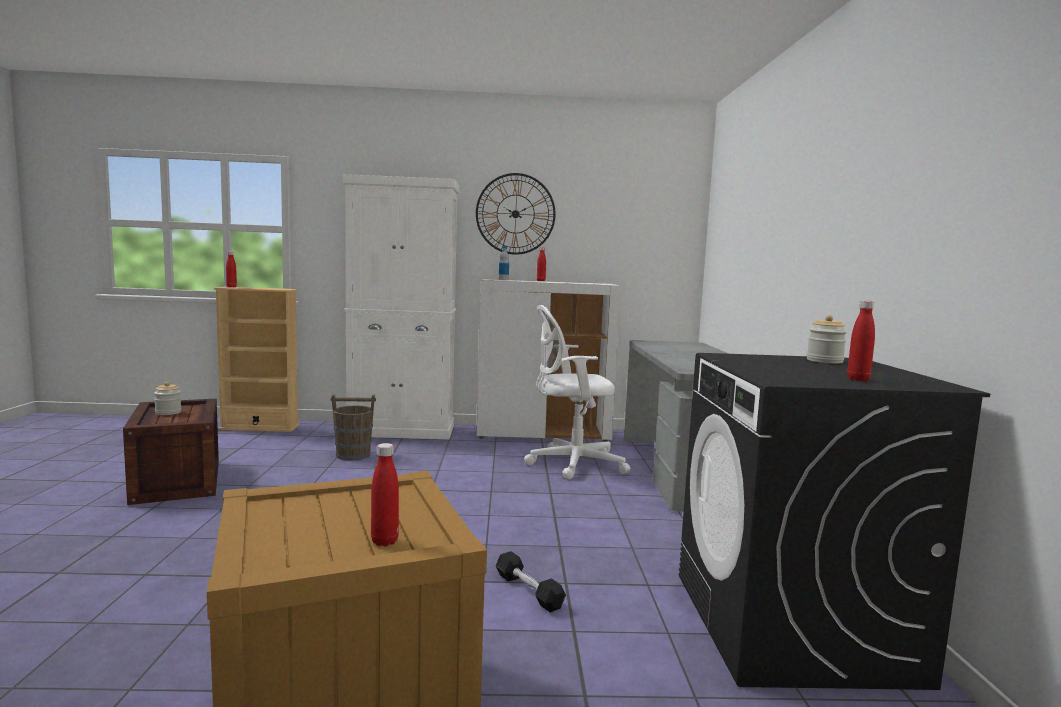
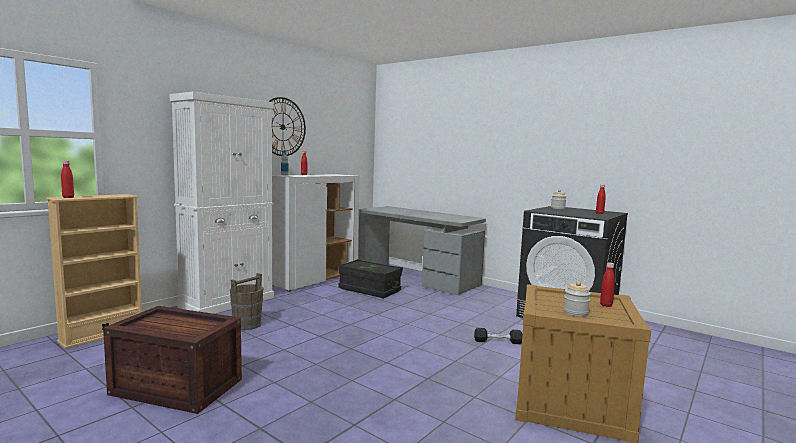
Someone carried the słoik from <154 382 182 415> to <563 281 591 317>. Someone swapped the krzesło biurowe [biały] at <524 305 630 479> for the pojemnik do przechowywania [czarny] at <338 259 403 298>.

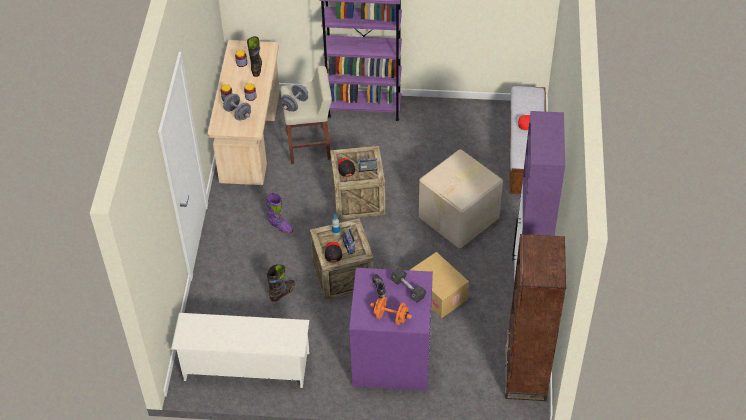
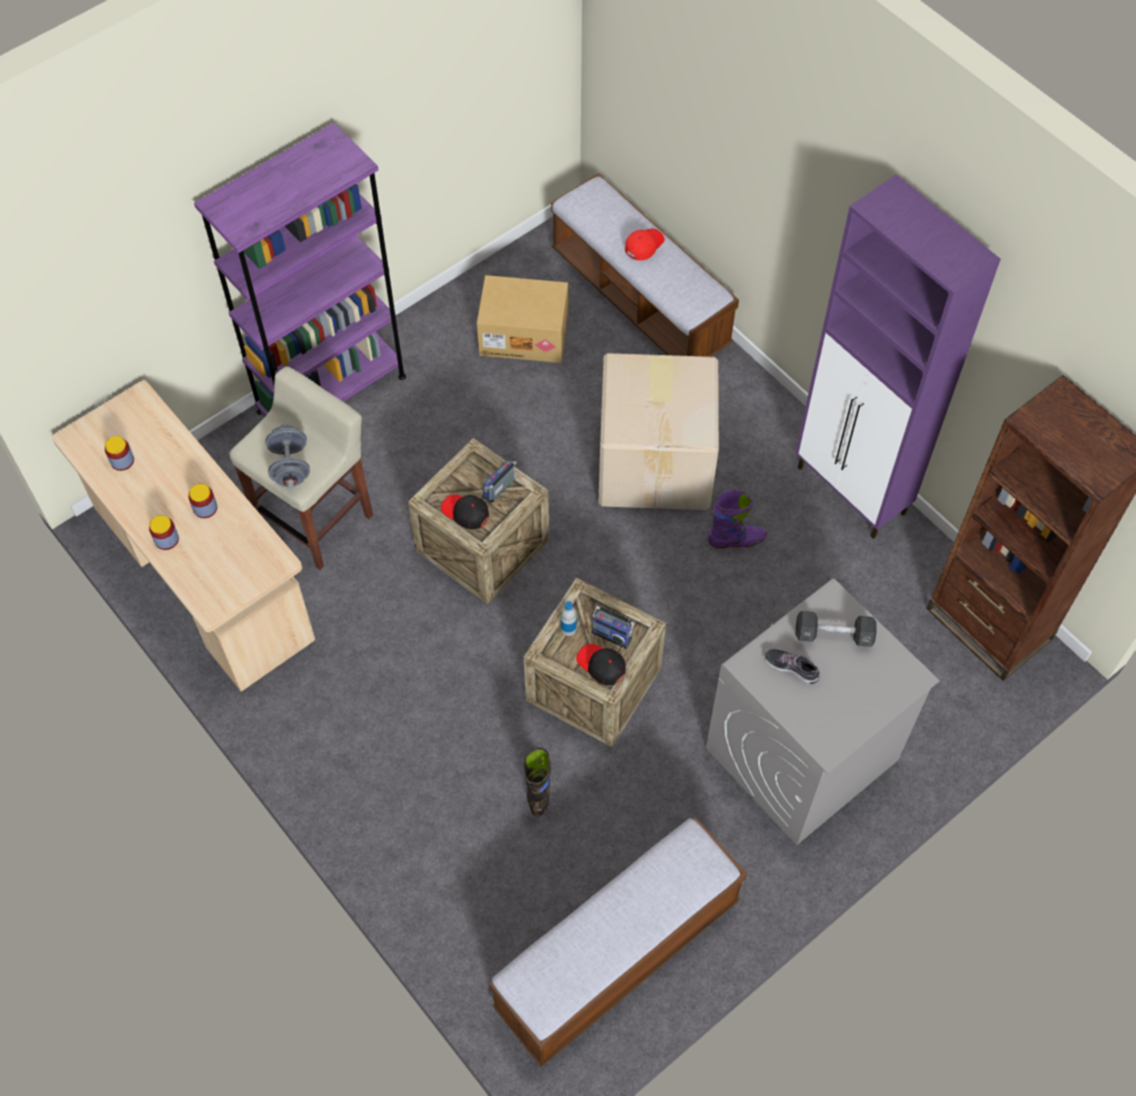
Someone swapped the regał na buty [biały] at <171 313 309 388> for the ławka at <489 817 747 1067>. Someone took away the hantel [szary] at <223 94 251 121>. Someone took away the but z cholewką [czarny] at <247 36 262 77>. Someone carried the but z cholewką [fioletowy] from <266 192 294 234> to <708 490 767 548>. Someone repainted the pralka [fioletowy] at <349 268 433 391>, which became the pralka [szary] at <706 578 940 845>. Someone took away the hantel [pomarańczowy] at <370 296 412 325>. Someone carried the karton from <410 252 469 318> to <477 275 568 363>.

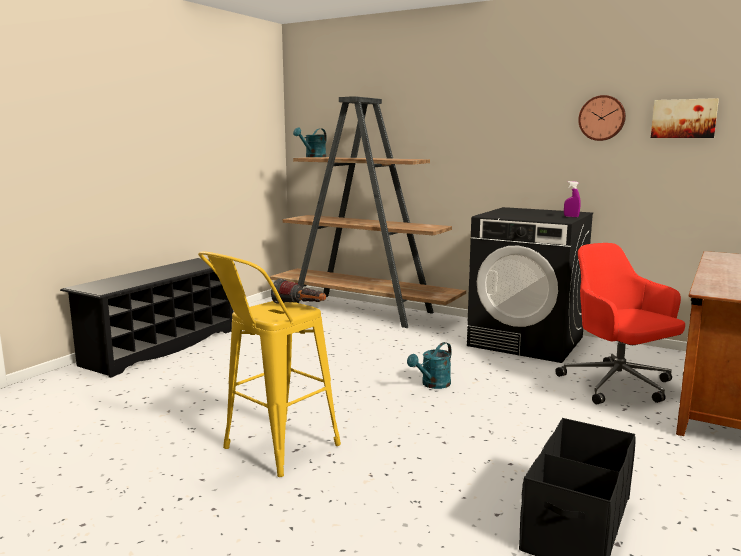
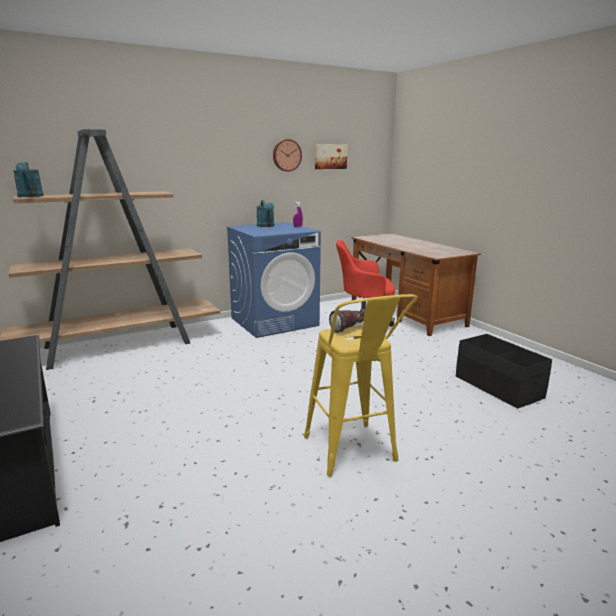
Someone carried the konewka [turkusowy] from <407 342 452 389> to <256 200 274 227>. Someone repainted the pralka [czarny] at <467 207 593 363>, which became the pralka [niebieski] at <226 222 321 338>.

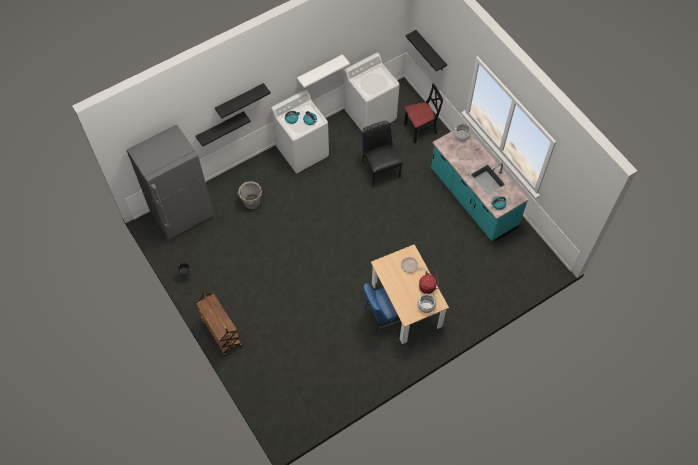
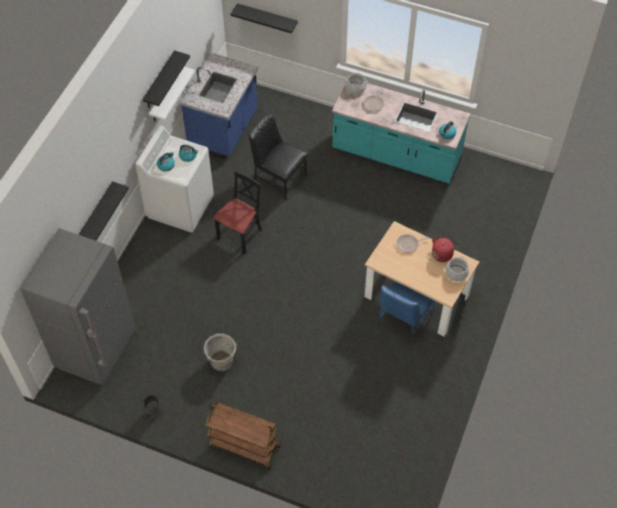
Someone carried the półka [czarny] from <215 83 271 119> to <142 50 190 108>. Someone carried the wiadro [szary] from <237 181 262 209> to <204 334 237 372>. Someone swapped the pralka [biały] at <344 52 400 132> for the zabudowa kuchenna [niebieski] at <181 53 258 159>. Someone carried the krzesło [czarny] from <404 83 443 143> to <213 171 262 255>.

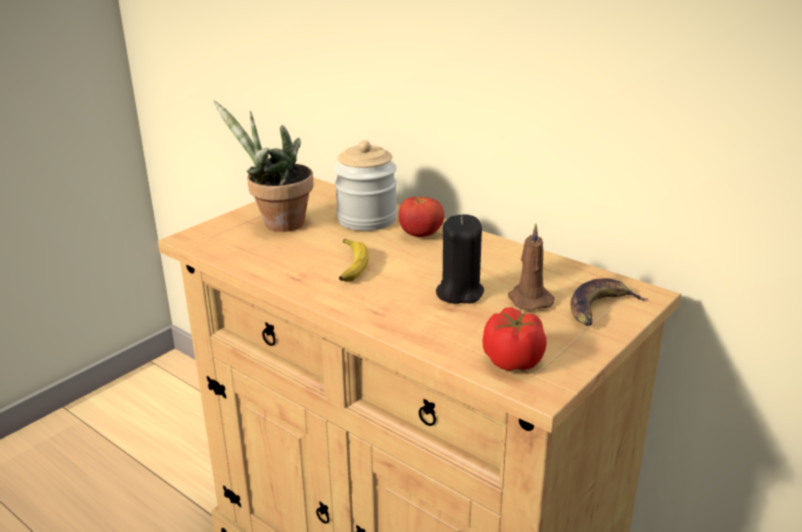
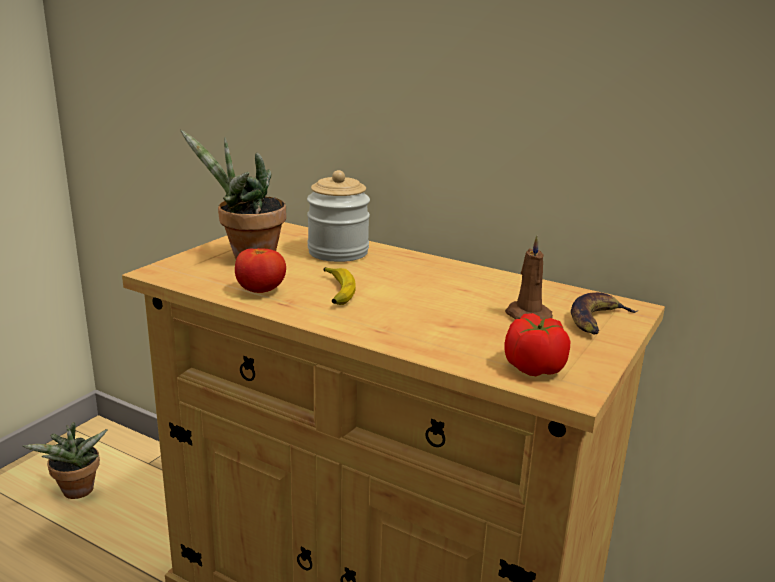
Someone carried the pomidor from <399 197 444 237> to <235 248 286 293>. Someone took away the świeca [czarny] at <436 214 484 304>. Someone put down the roślina doniczkowa at <23 422 108 499>.

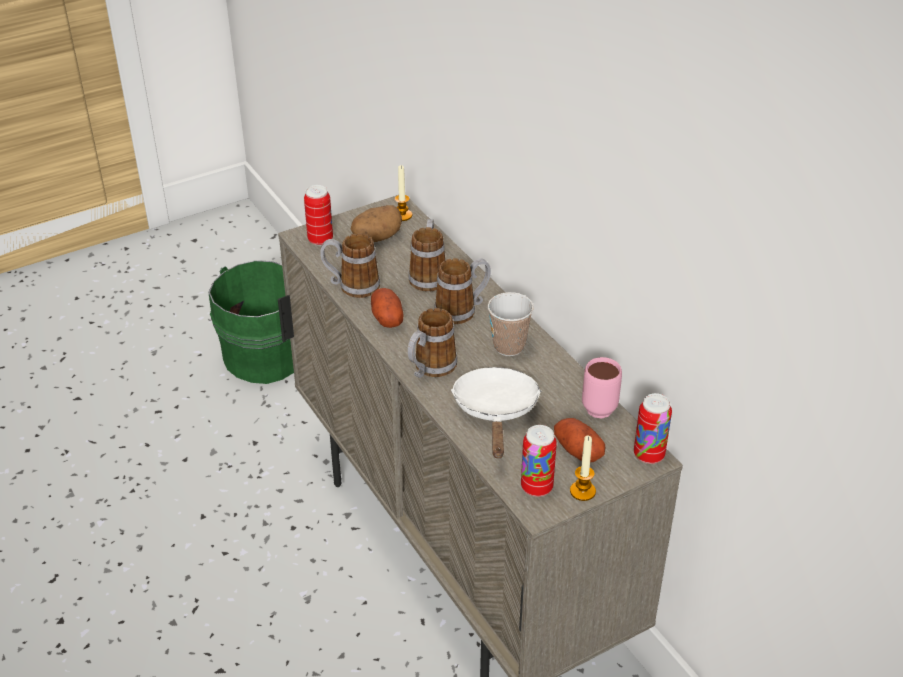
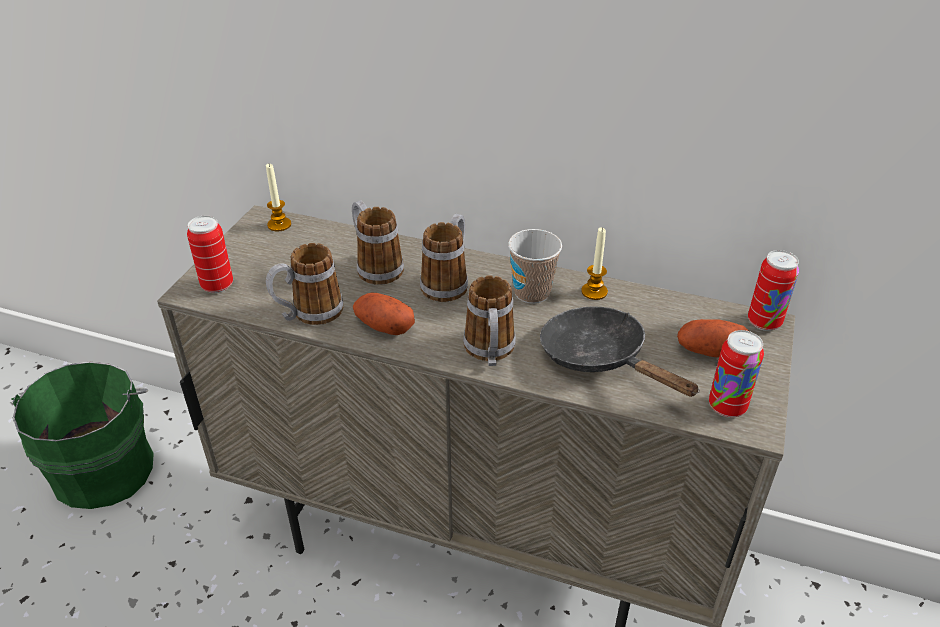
Someone took away the ziemniak at <351 205 402 242>. Someone repainted the patelnia [biały] at <451 367 541 458>, which became the patelnia [czarny] at <540 306 700 397>. Someone carried the świeca from <570 436 596 501> to <581 227 608 300>. Someone took away the kubek [różowy] at <582 357 622 418>.

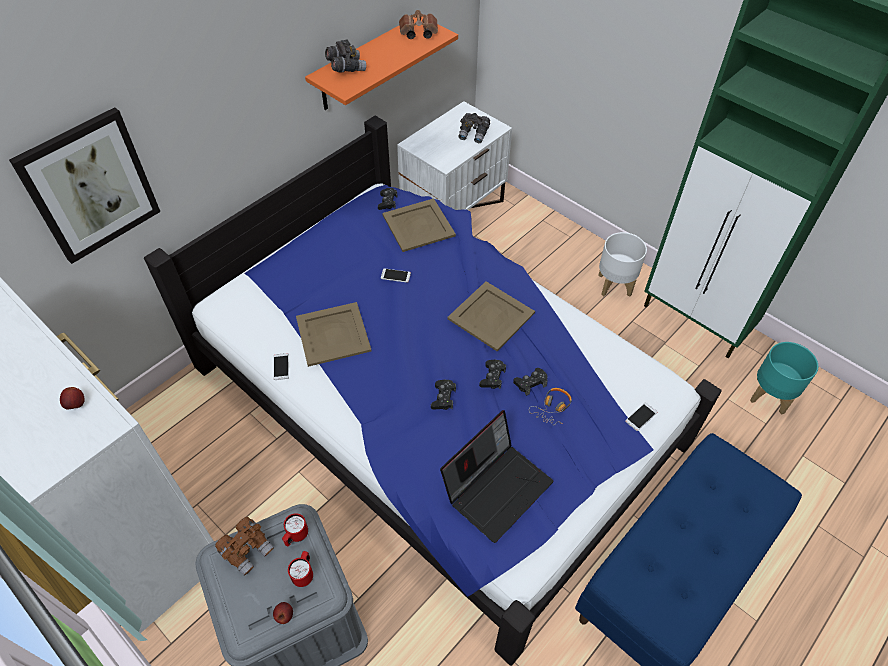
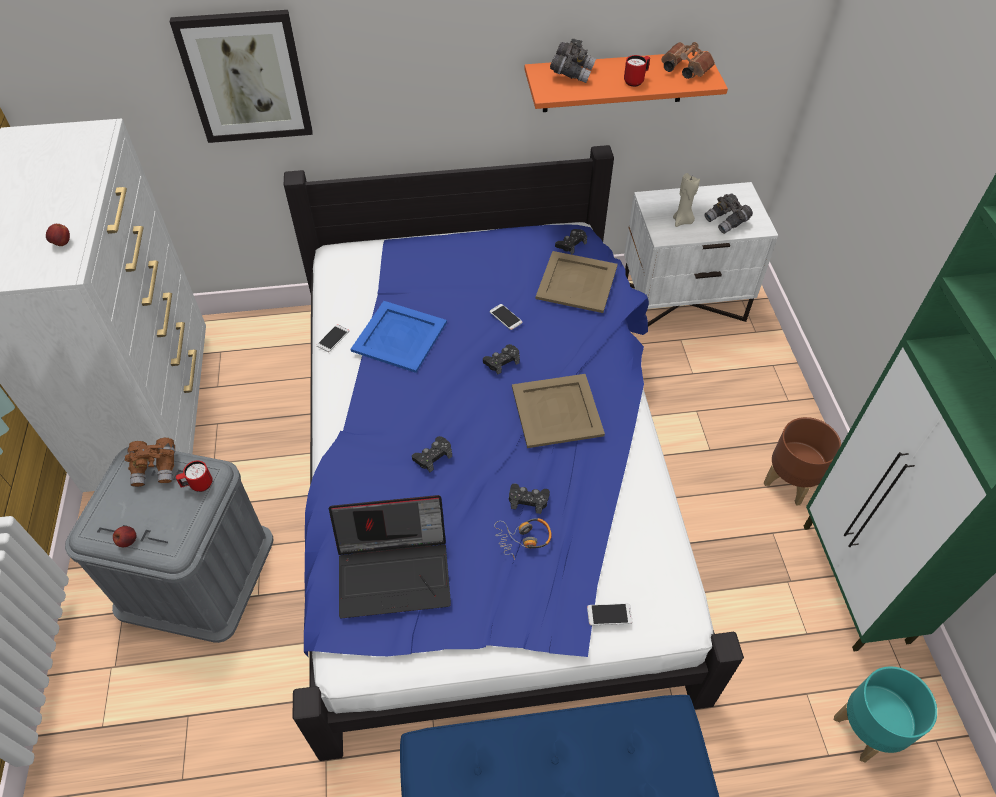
Someone carried the kubek [czerwony] from <288 551 313 587> to <624 55 650 87>. Someone repainted the taca [beżowy] at <296 302 372 367>, which became the taca [niebieski] at <351 301 447 373>. Someone carried the pad do gier [czarny] from <479 360 506 389> to <483 344 520 374>. Someone repainted the donica [biały] at <598 232 647 297>, which became the donica [brązowy] at <764 417 841 506>. Someone put down the świeca [beżowy] at <673 173 700 227>.

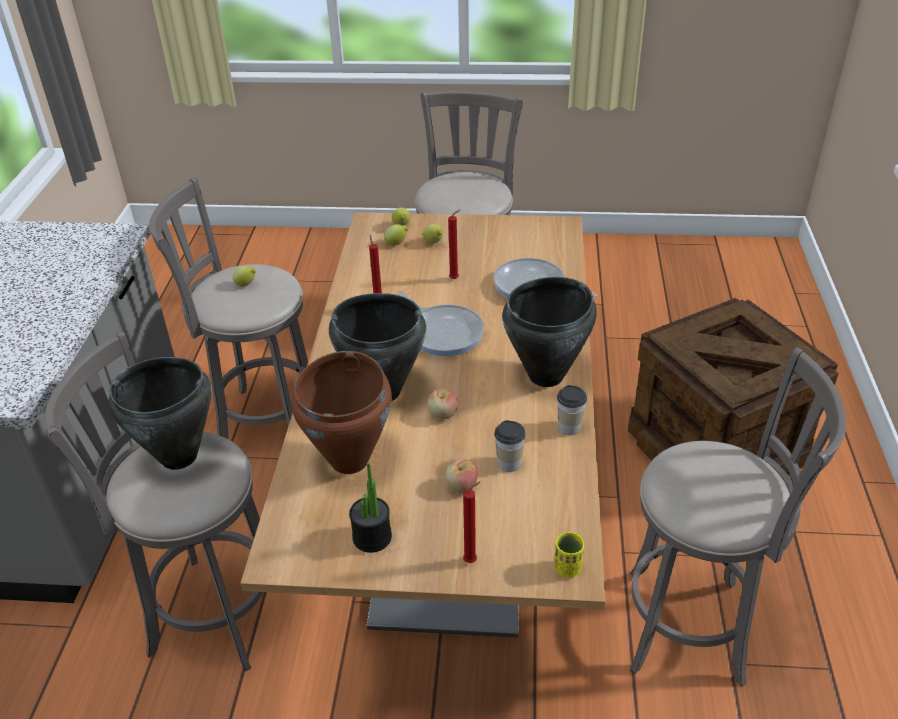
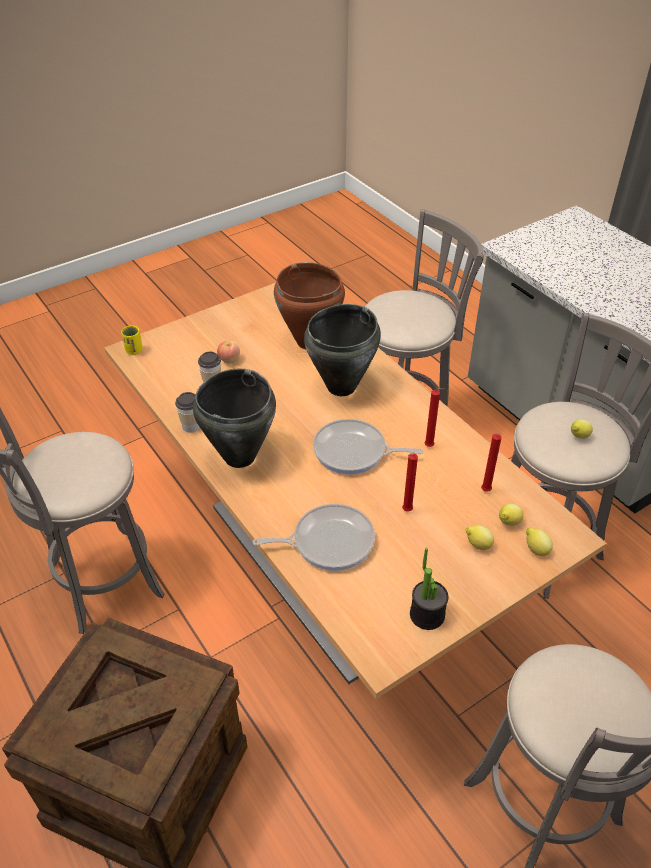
Someone took away the garnek [czarny] at <109 357 212 470>. Someone carried the roślina doniczkowa from <349 462 392 553> to <410 548 448 630>. Someone took away the jabłko at <427 388 457 419>. Someone carried the świeca [czerwony] from <463 482 480 563> to <481 434 502 492>.

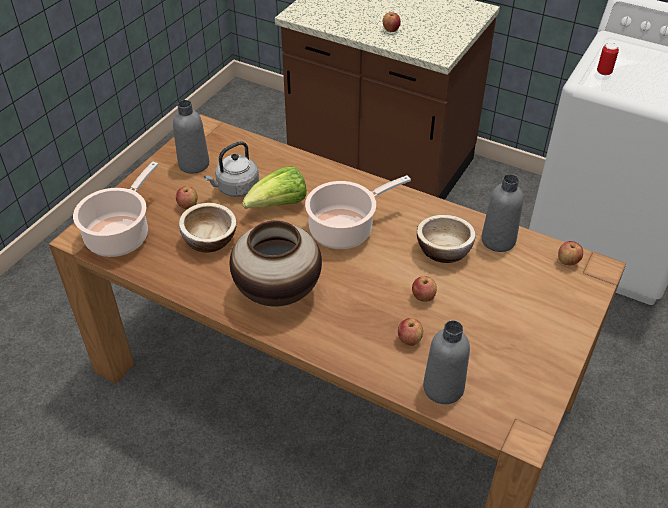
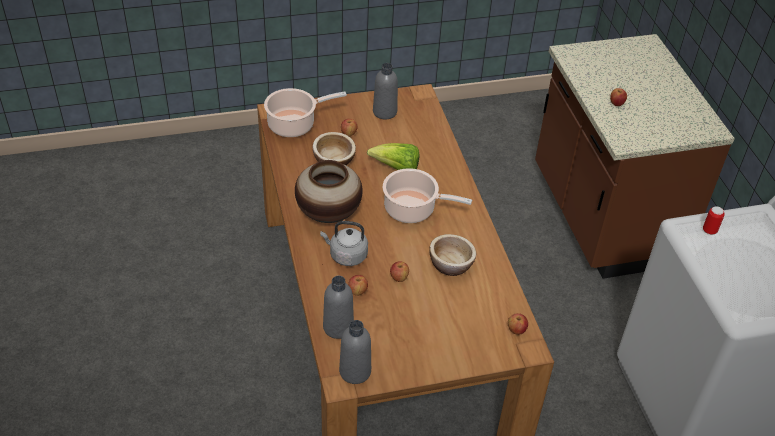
Someone carried the czajnik [szary] from <204 141 259 197> to <320 221 368 266>. Someone carried the butelka [szary] from <481 174 523 252> to <339 320 371 384>.

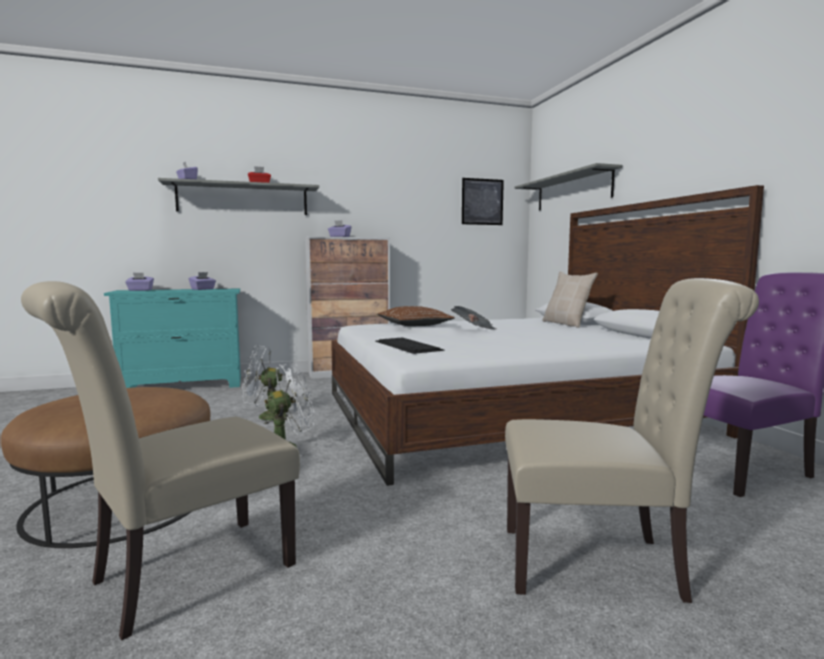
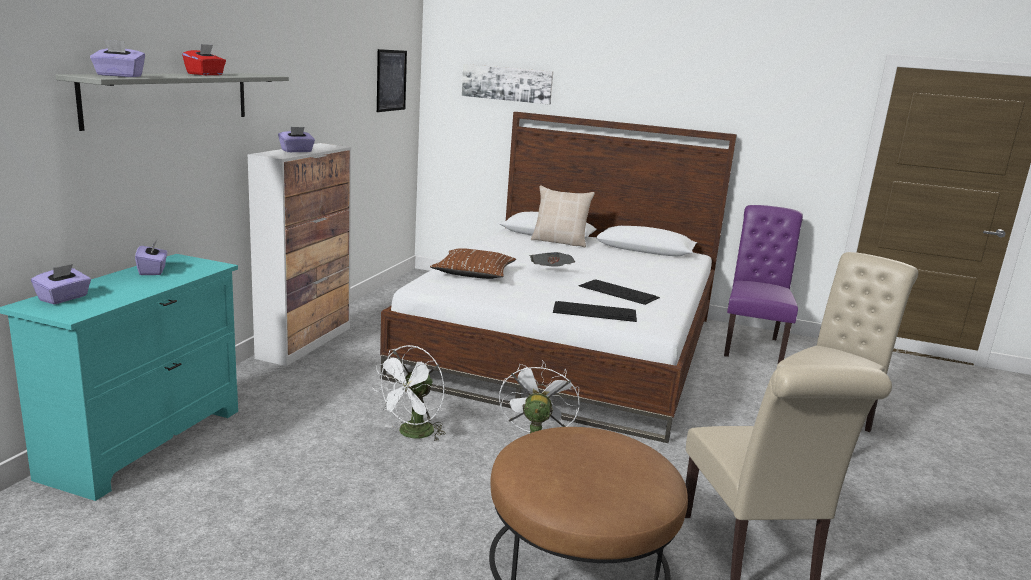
Someone swapped the półka [szary] at <515 163 622 211> for the obraz at <462 64 553 105>. Someone put down the klawiatura at <579 279 660 305>.

